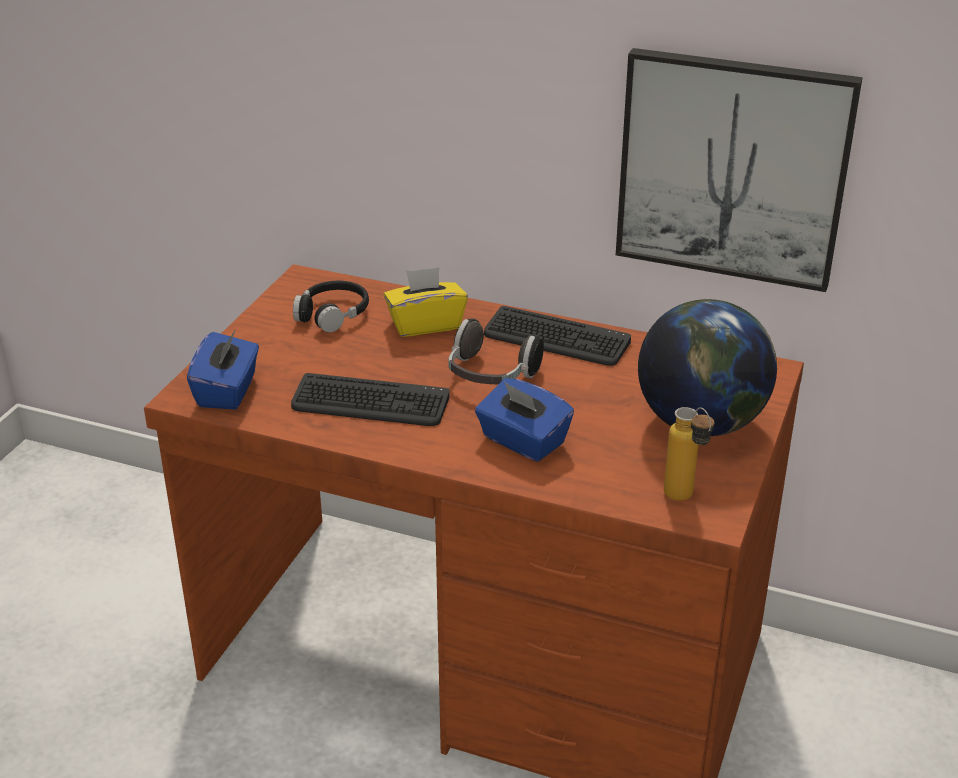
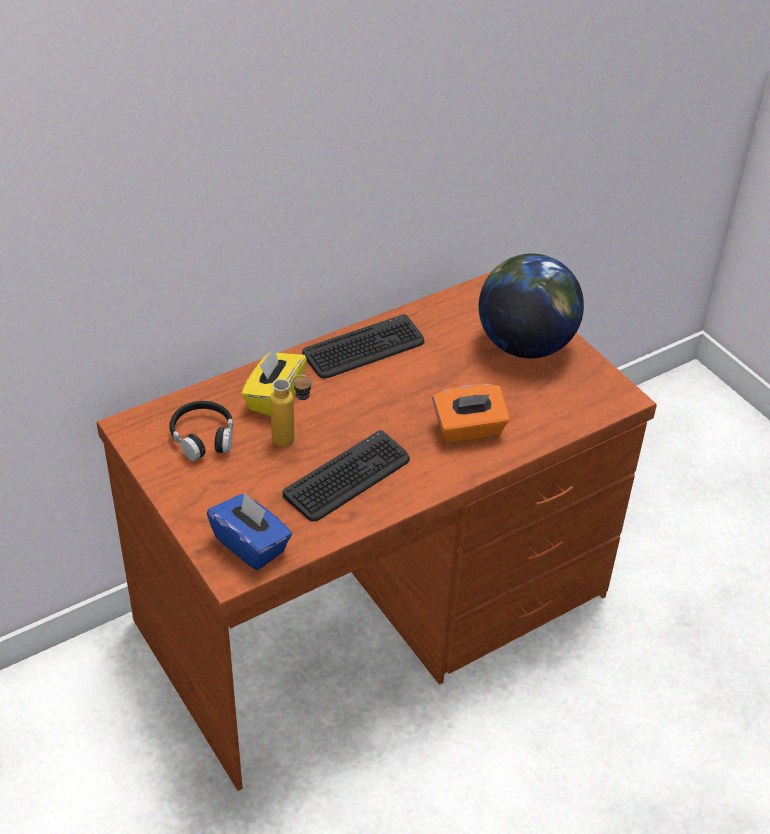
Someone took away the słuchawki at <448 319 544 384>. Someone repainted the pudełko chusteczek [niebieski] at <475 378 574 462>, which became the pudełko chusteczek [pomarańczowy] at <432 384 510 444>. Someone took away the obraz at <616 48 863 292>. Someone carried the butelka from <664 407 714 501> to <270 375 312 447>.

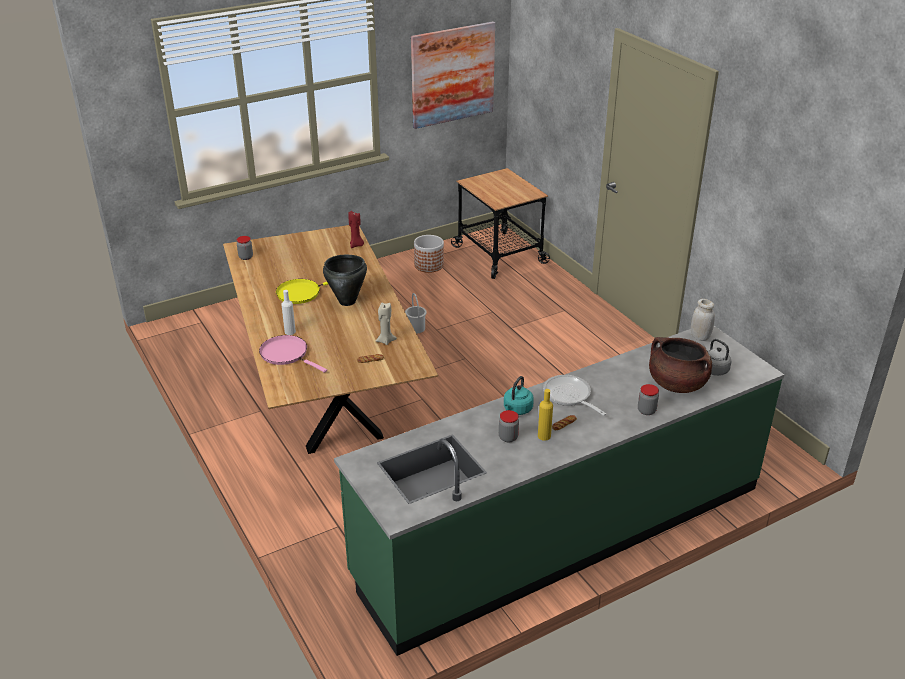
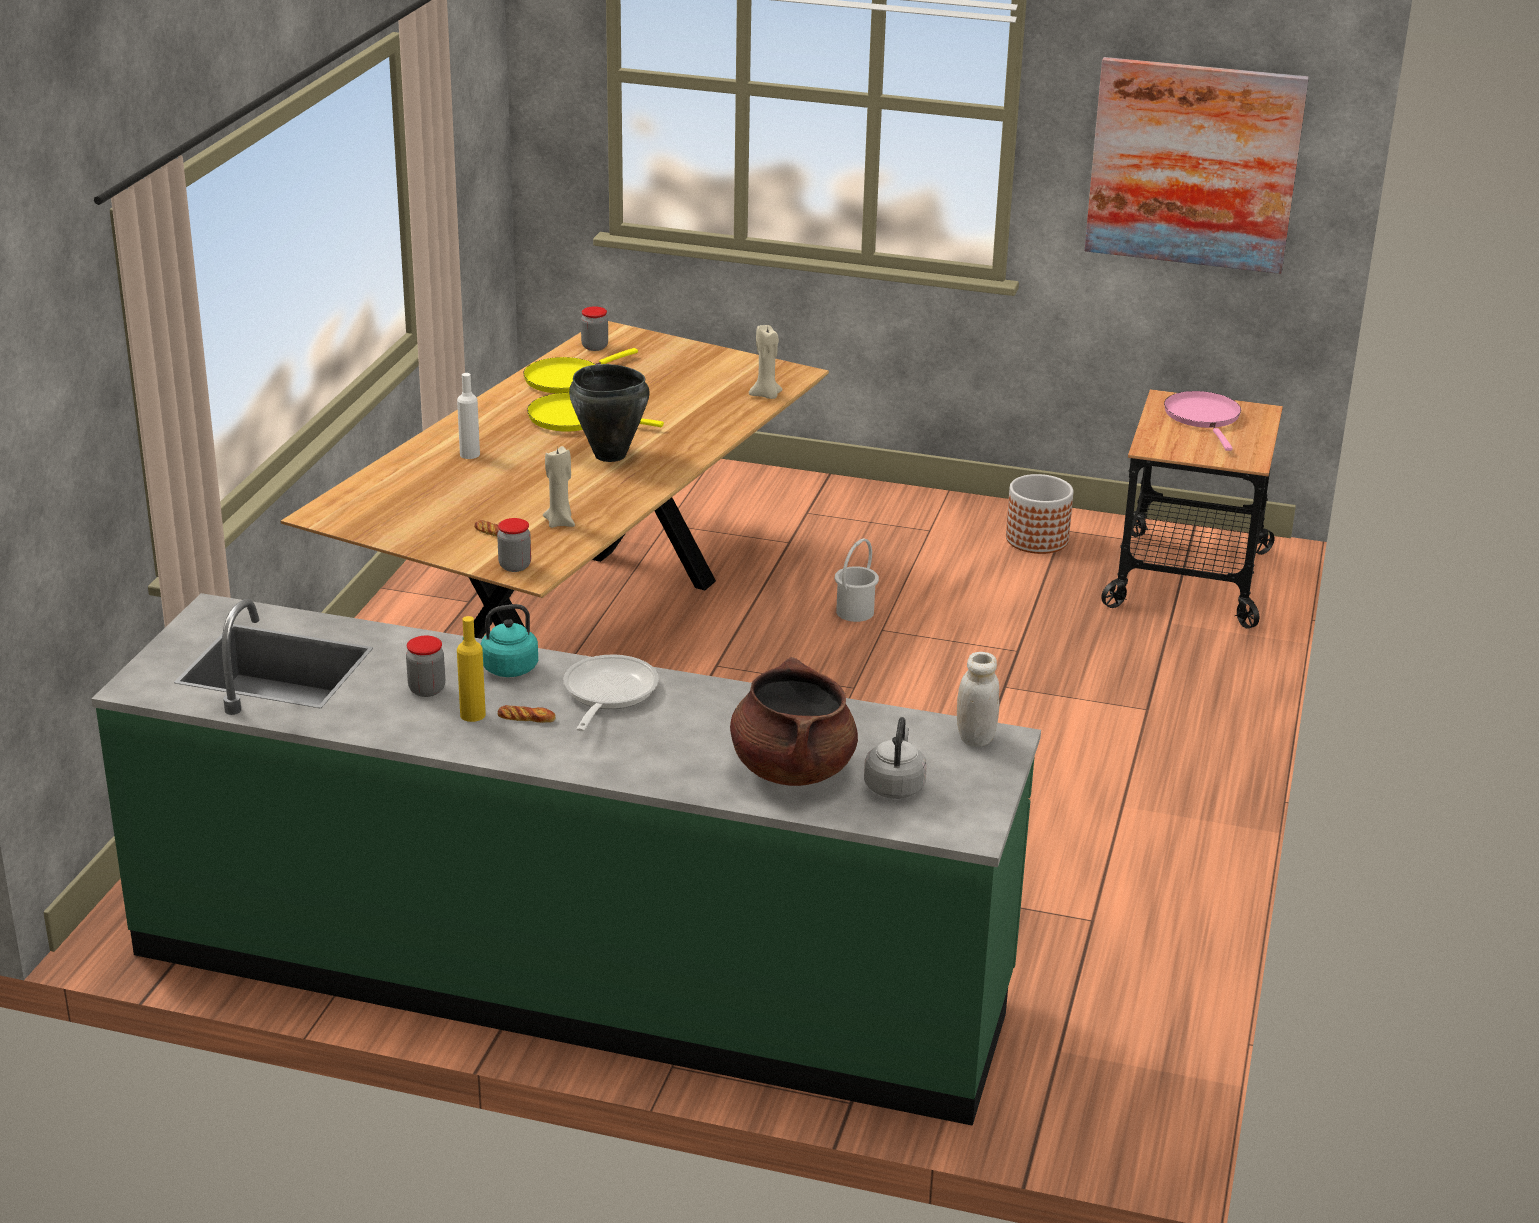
Someone carried the patelnia [różowy] from <259 335 327 373> to <1164 391 1241 451>. Someone repainted the świeca [czerwony] at <348 211 364 248>, which became the świeca [beżowy] at <749 325 783 399>. Someone carried the słoik from <638 384 659 415> to <497 518 531 572>. Someone put down the patelnia [żółty] at <523 348 638 394>.

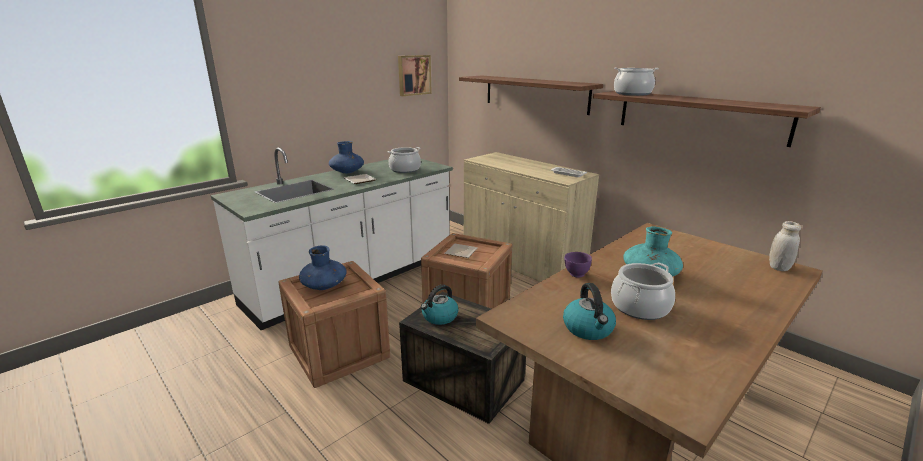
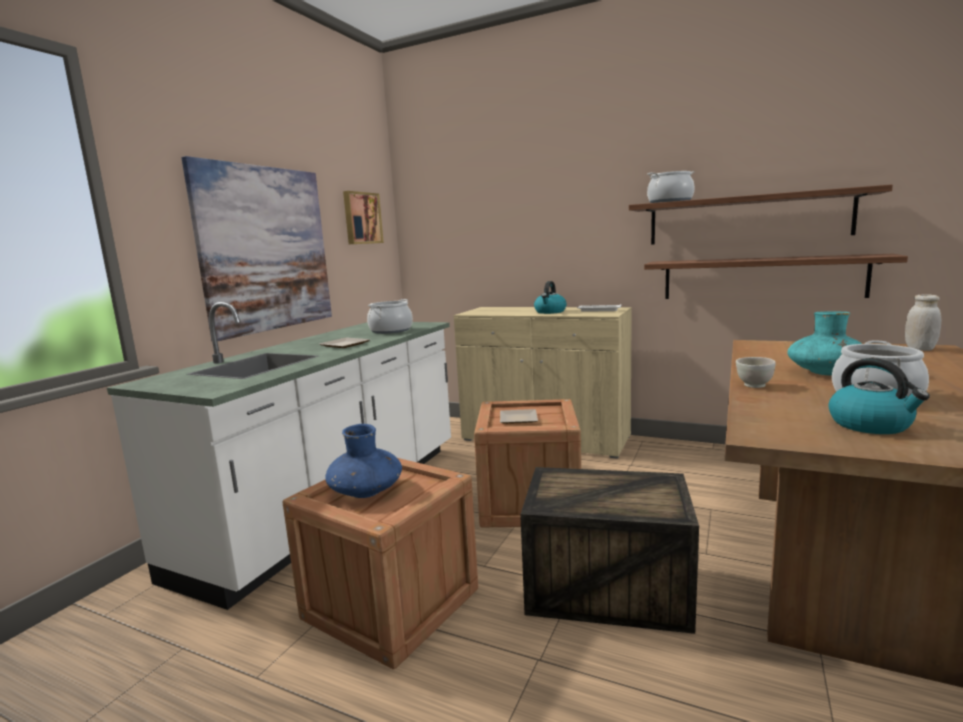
Someone took away the wazon [niebieski] at <329 141 364 173>. Someone carried the czajnik from <421 284 459 325> to <534 281 567 314>. Someone carried the półka from <459 76 603 115> to <644 254 908 299>. Someone repainted the miska [fioletowy] at <564 252 592 278>, which became the miska [biały] at <736 357 776 388>. Someone put up the obraz at <181 156 332 341>.

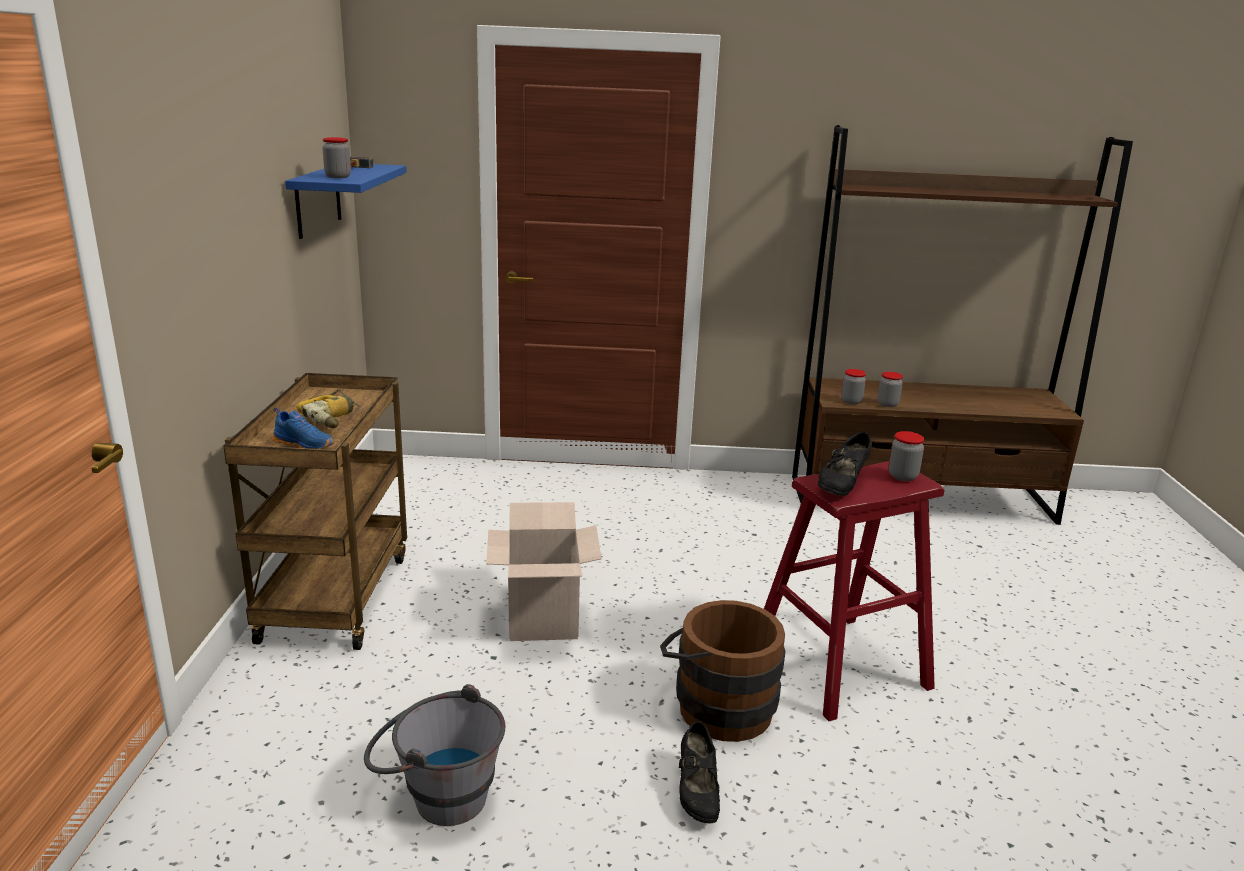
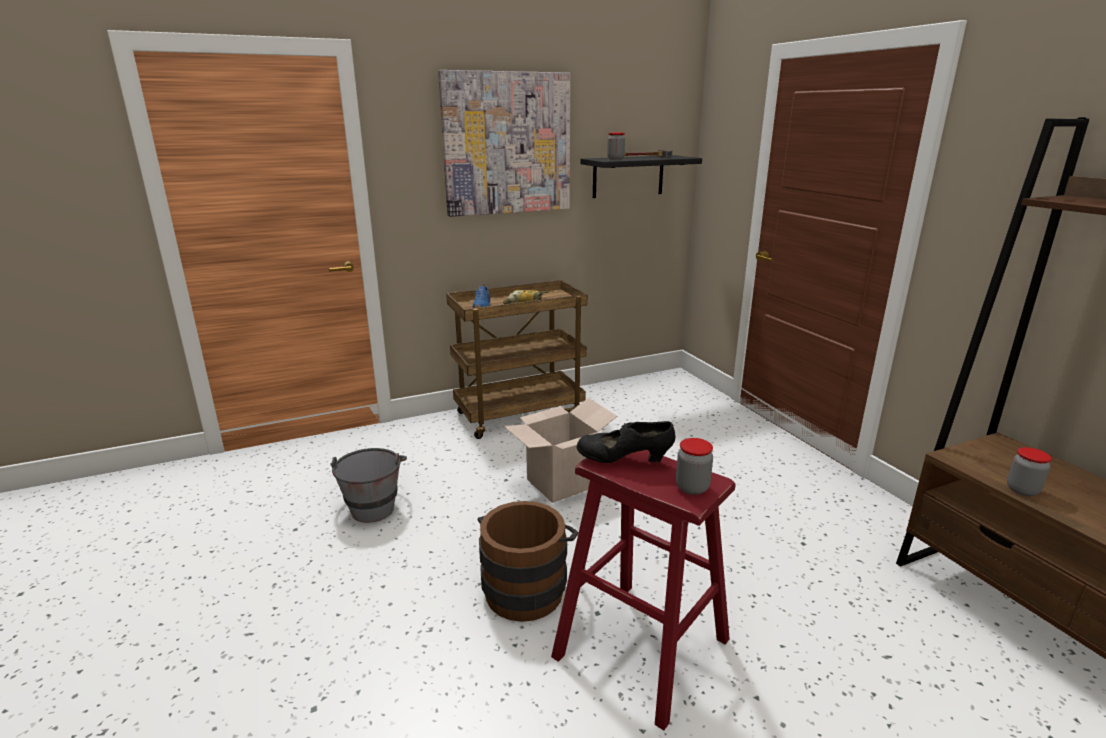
Someone repainted the półka [niebieski] at <285 164 407 239>, which became the półka [czarny] at <580 155 702 198>. Someone took away the but [czarny] at <679 722 720 824>. Someone took away the słoik at <841 369 866 404>. Someone put up the obraz at <438 70 570 217>.

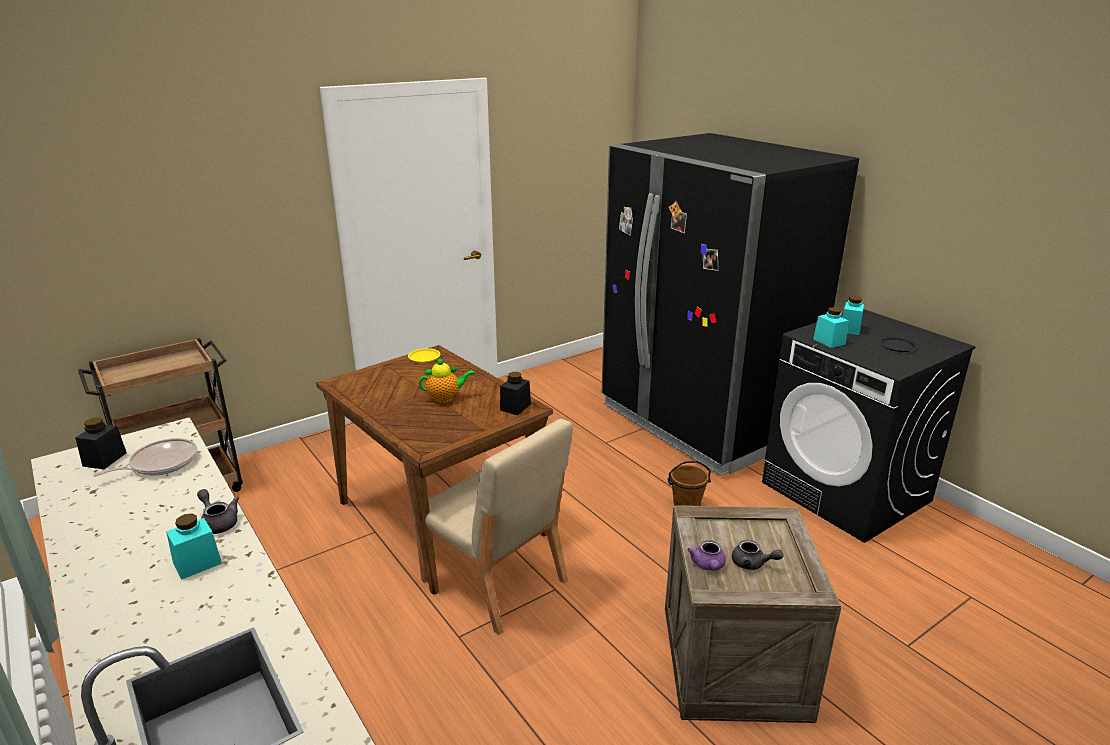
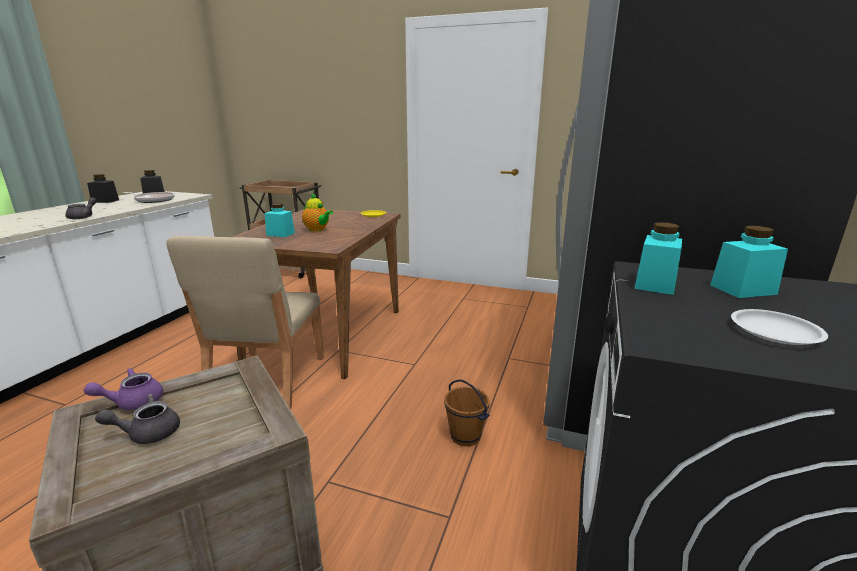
Someone carried the słoik [turkusowy] from <166 513 222 580> to <265 203 295 237>. Someone carried the słoik [czarny] from <500 372 531 415> to <87 174 119 203>. Someone rotated the imbryk [szary] at <732 540 783 570> by 75 degrees clockwise. Someone repainted the talerz [czarny] at <879 337 917 352>, which became the talerz [biały] at <731 309 828 345>.

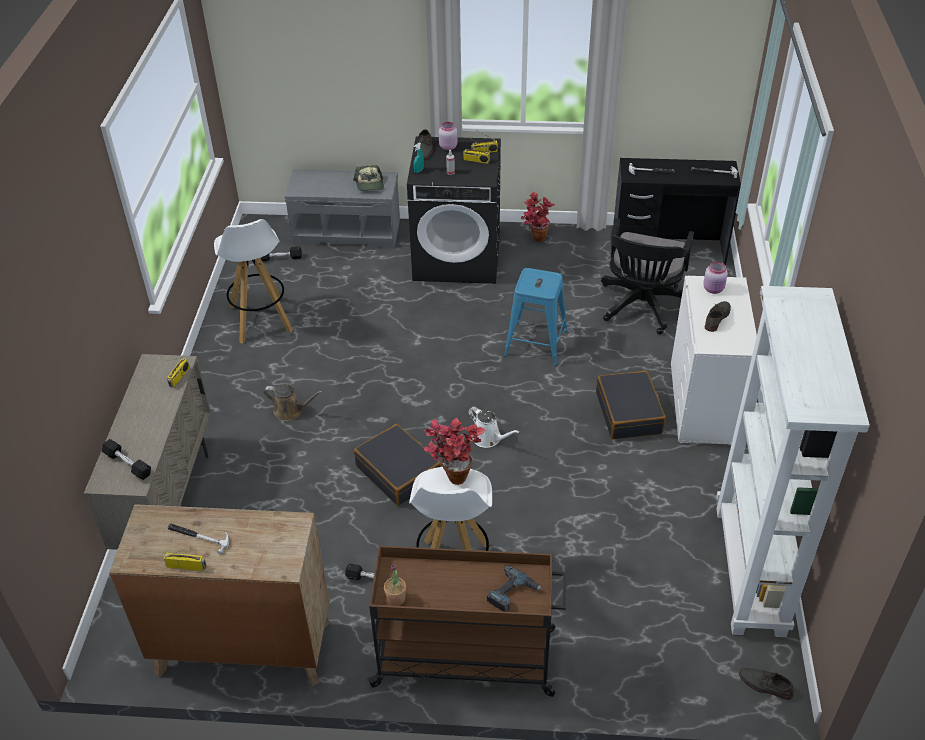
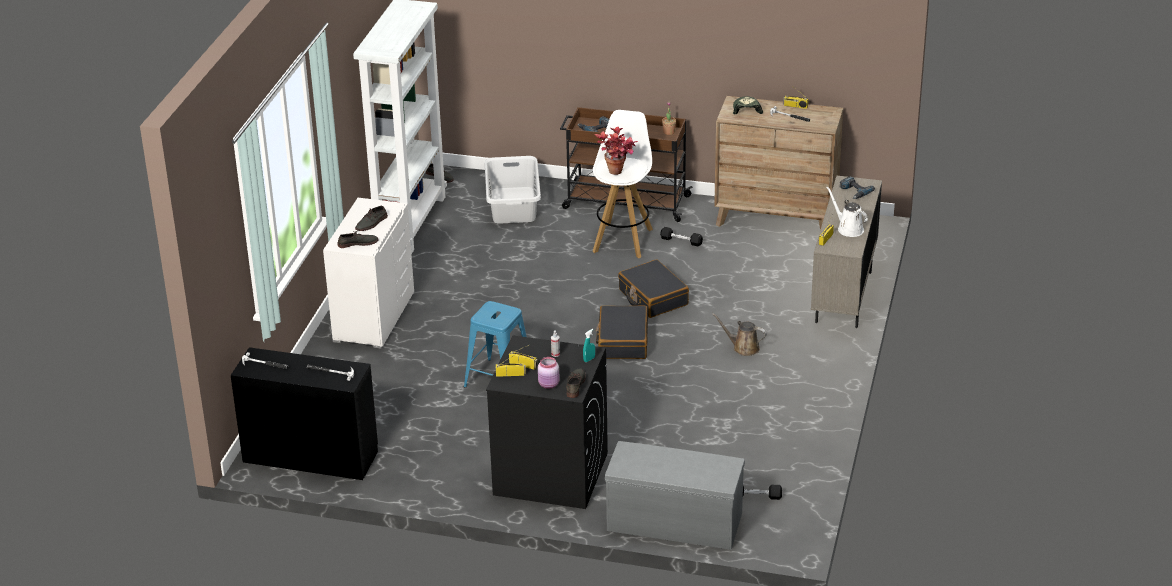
Someone swapped the hantel [czarny] at <102 439 151 480> for the wiertarka at <839 176 875 199>. Someone took away the stołek [biały] at <214 219 293 344>. Someone carried the czapka z daszkiem from <353 165 384 191> to <733 96 763 114>. Someone carried the konewka [biały] from <468 406 519 448> to <826 186 868 237>. Someone took away the roślina doniczkowa at <521 192 555 242>. Someone carried the walizka [czarny] from <596 370 666 439> to <596 305 648 359>. Someone took away the krzesło biurowe [czarny] at <601 218 694 335>. Someone swapped the słoik [różowy] at <703 262 728 294> for the but [szary] at <337 230 379 248>. Someone put down the kosz na pranie [szary] at <485 156 541 224>.

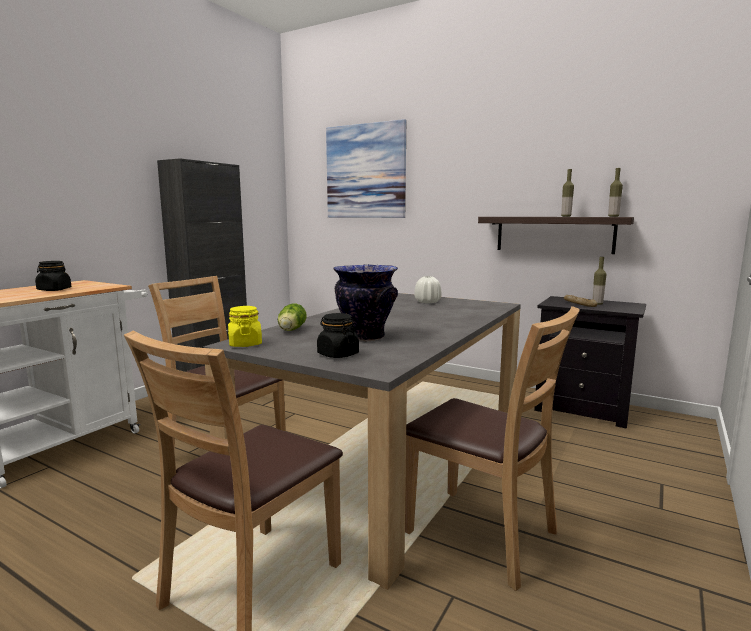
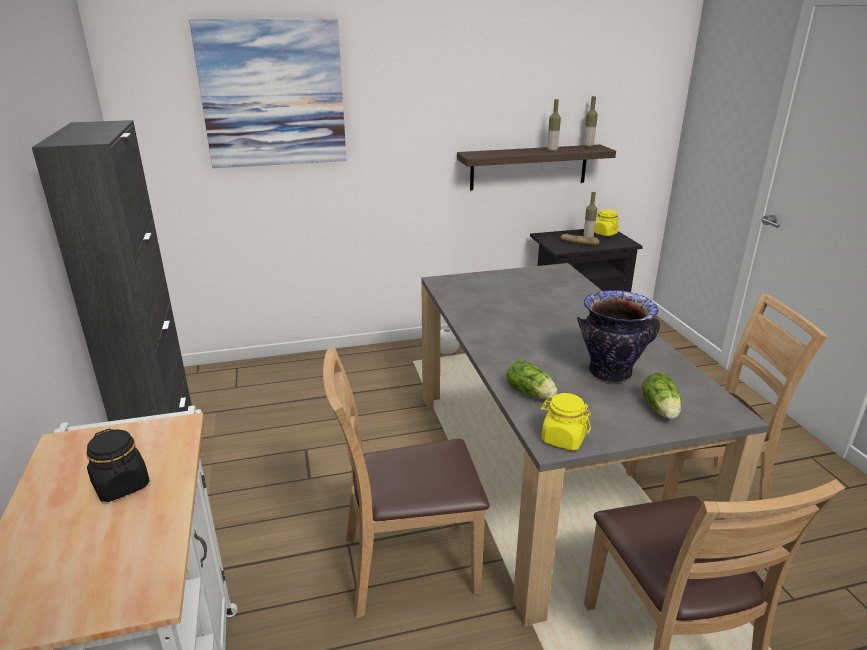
Someone swapped the słoik [czarny] at <317 313 359 358> for the sałata at <642 373 681 419>. Someone carried the wazon [biały] from <414 276 442 303> to <440 328 459 354>. Someone put down the słoik [żółty] at <594 209 619 236>.

